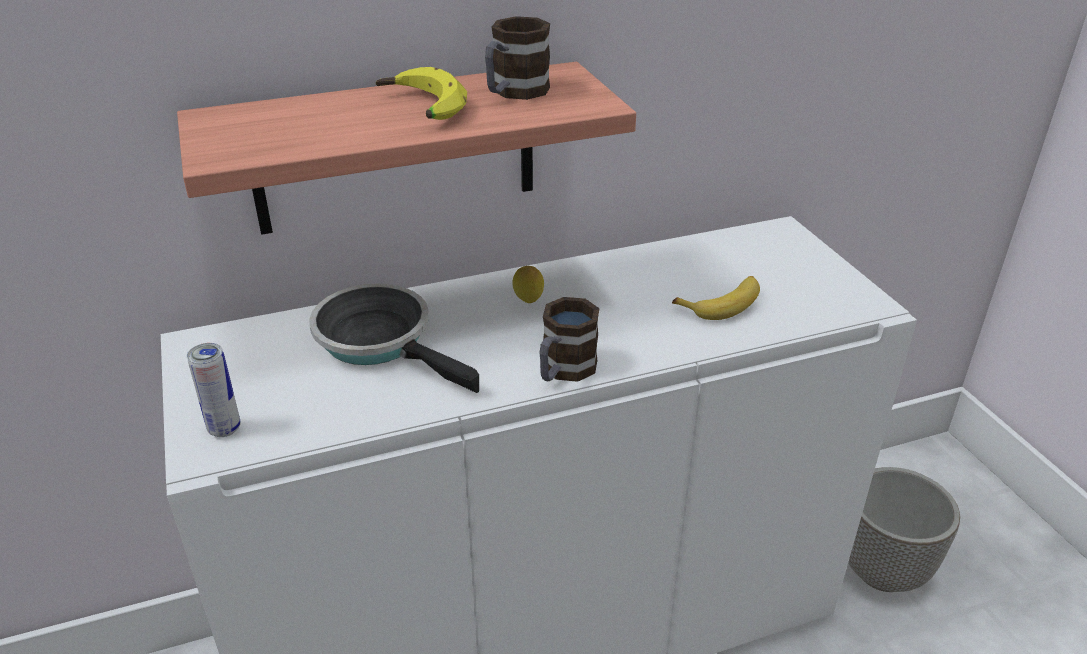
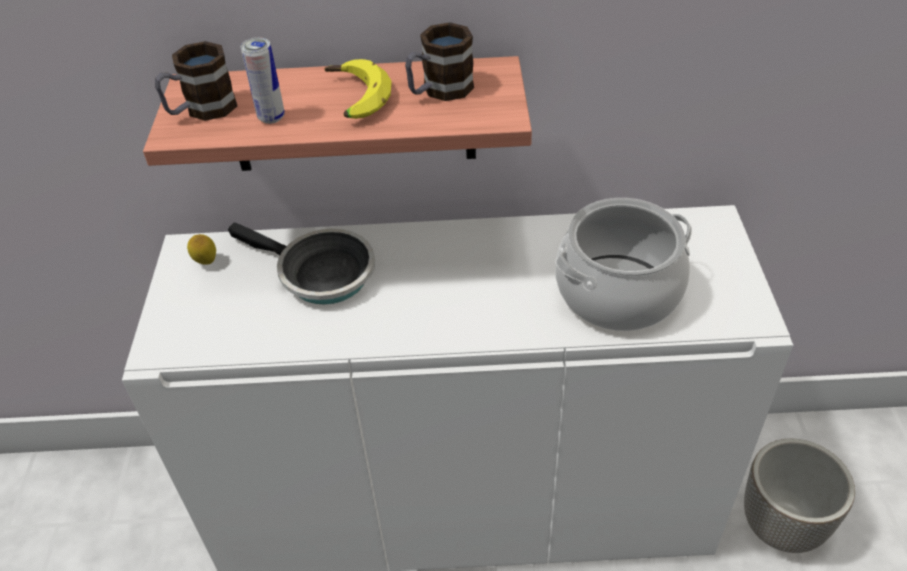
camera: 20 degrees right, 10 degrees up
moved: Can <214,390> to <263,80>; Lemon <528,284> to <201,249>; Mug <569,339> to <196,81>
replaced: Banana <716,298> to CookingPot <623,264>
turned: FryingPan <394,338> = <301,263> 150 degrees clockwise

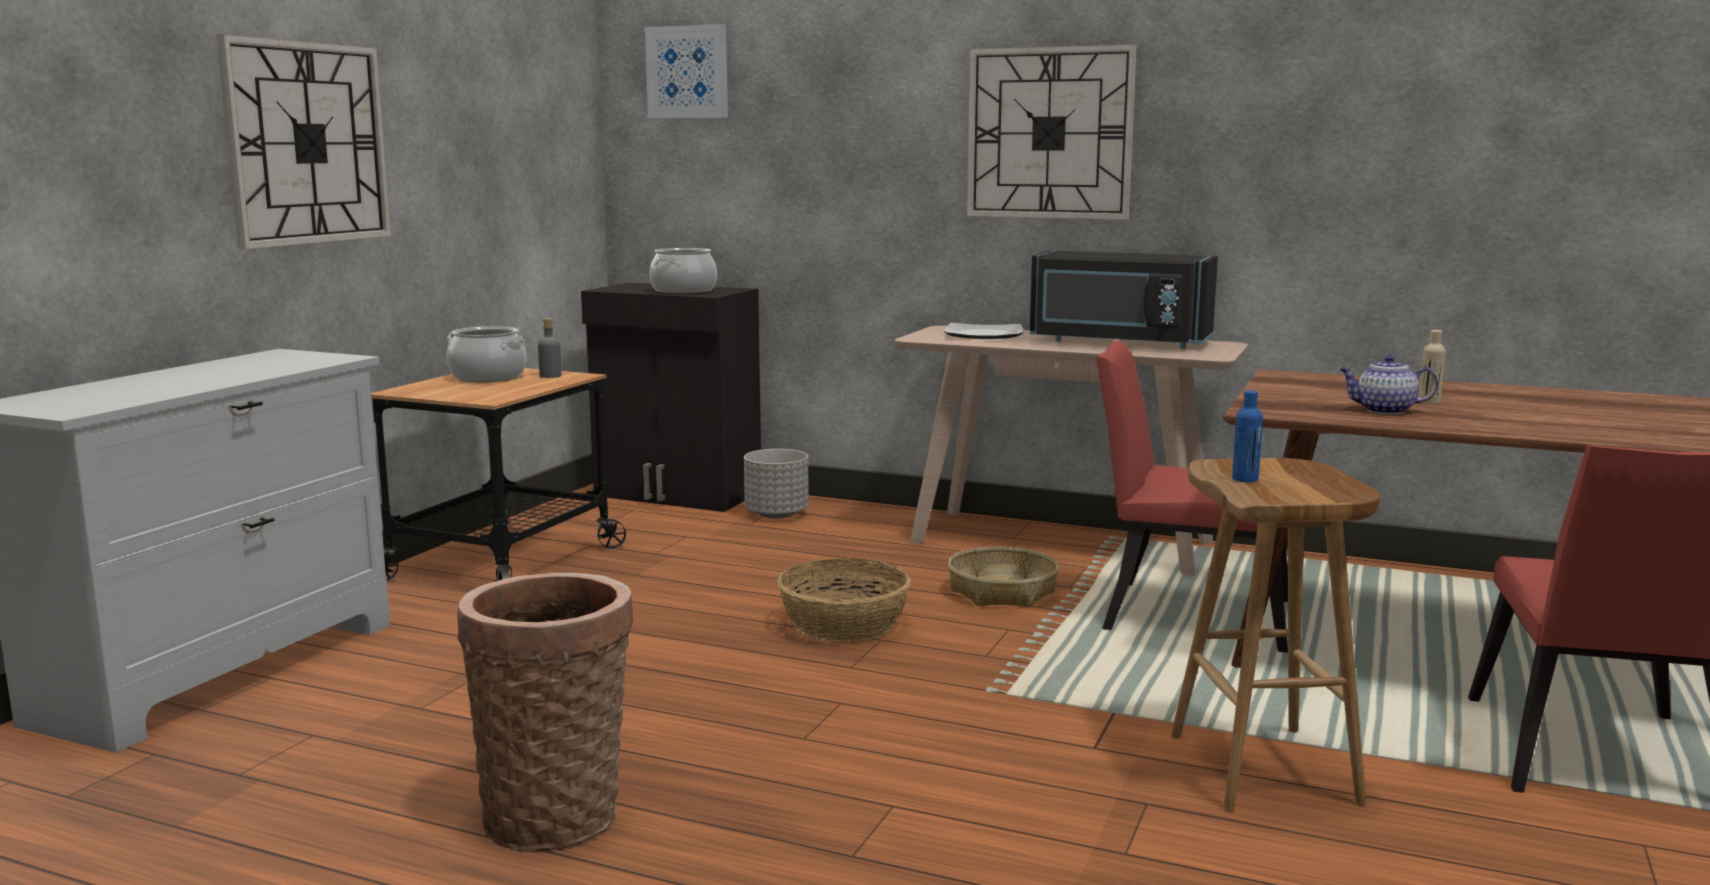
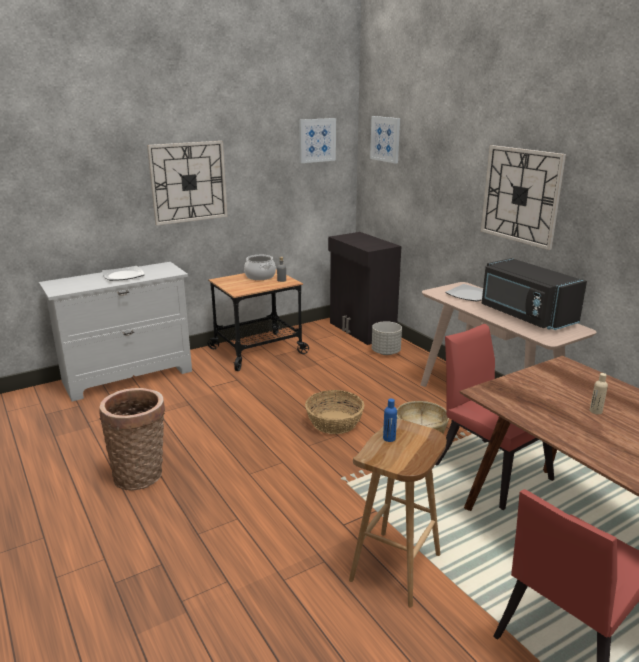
camera: 35 degrees right, 10 degrees up
removed: CookingPot <683,271>; Teapot <1388,384>
added: Plate <123,273>; Picture <317,140>

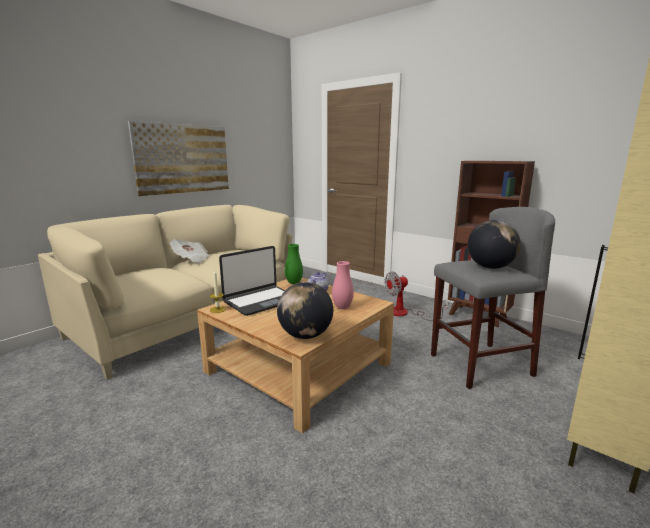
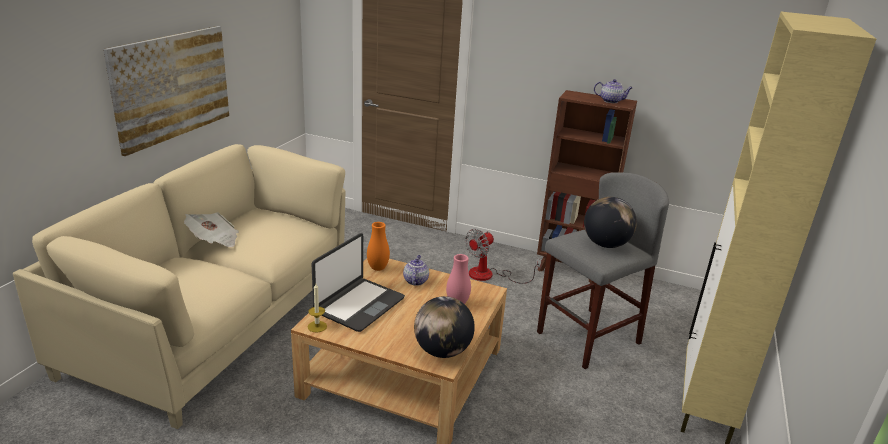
camera: 20 degrees left, 10 degrees up
added: Teapot <613,91>
recoloured: GreenVase <294,264> to OrangeVase <378,246>

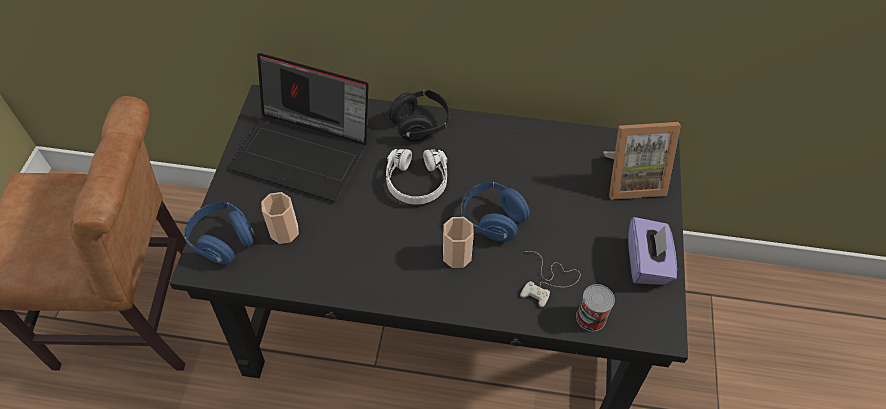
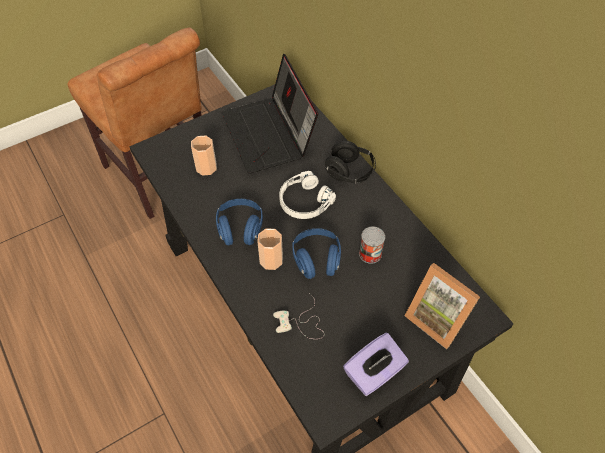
camera: 50 degrees right, 0 degrees up
moved: BlueHeadphones <219,233> to <239,222>; Can <595,307> to <372,245>

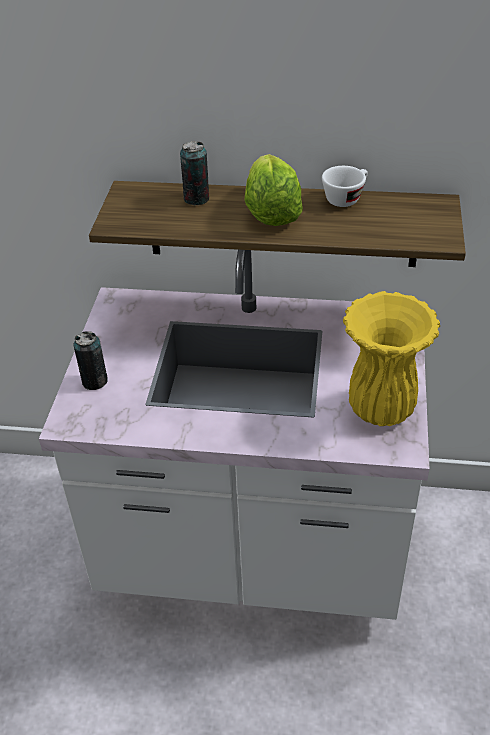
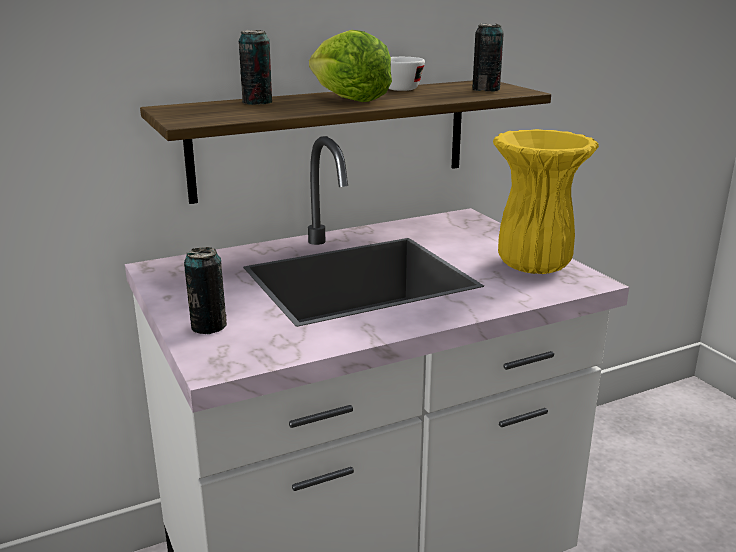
camera: 35 degrees left, 20 degrees down
added: Can <488,58>

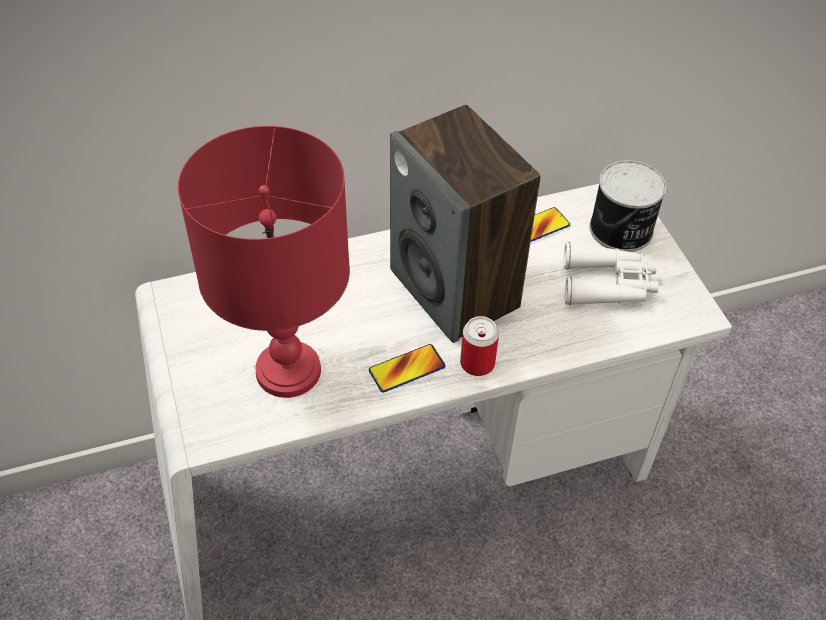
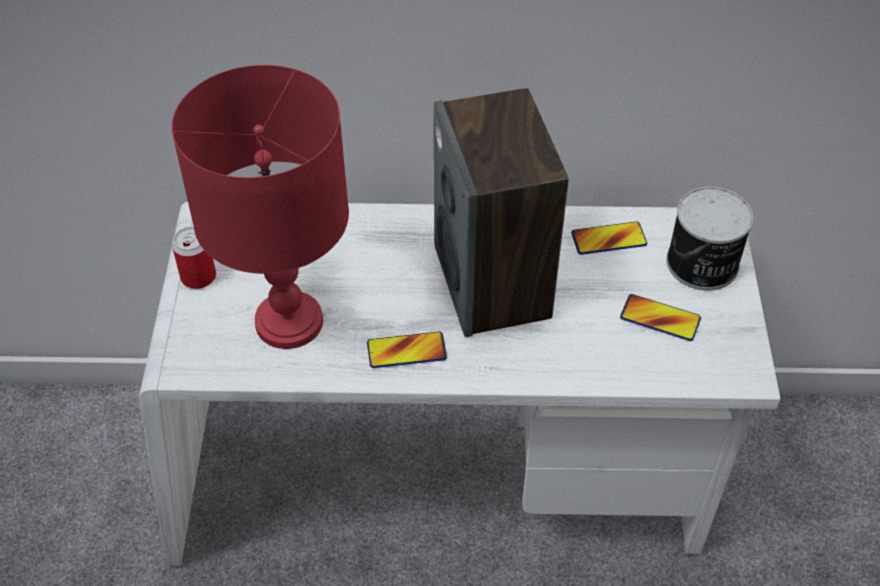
camera: 20 degrees right, 0 degrees up
moved: Can <479,346> to <194,257>
replaced: WhiteBinoculars <611,273> to Phone <660,317>

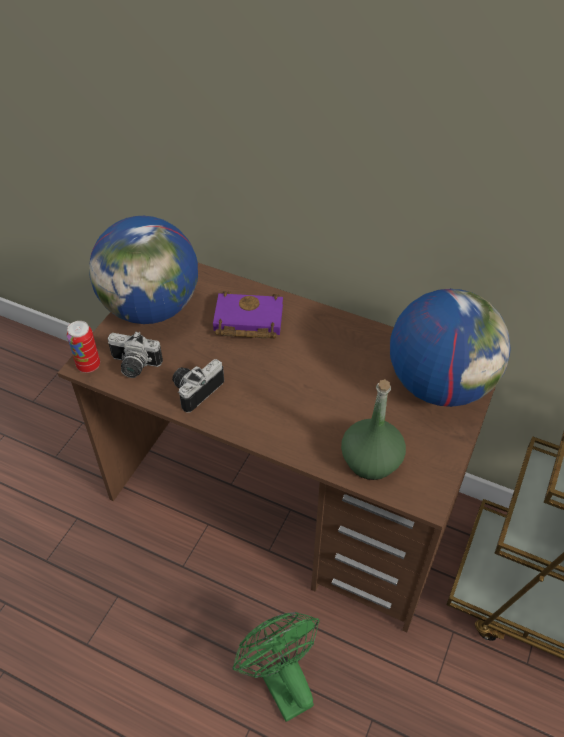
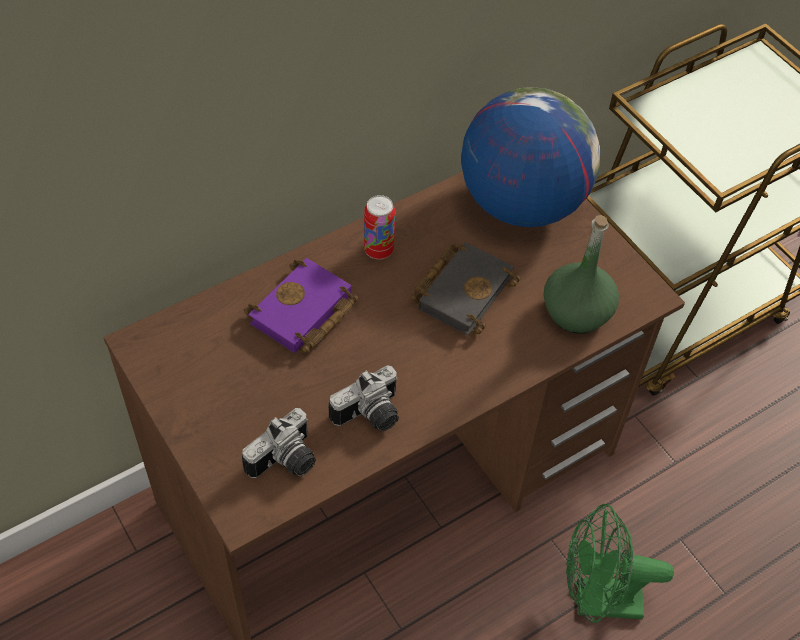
camera: 60 degrees left, 5 degrees up
removed: Globe <143,270>
added: BlackBook <465,288>
moved: Can <83,347> to <379,227>
turned: PhotoCamera <198,385> = <363,398> 105 degrees counterclockwise

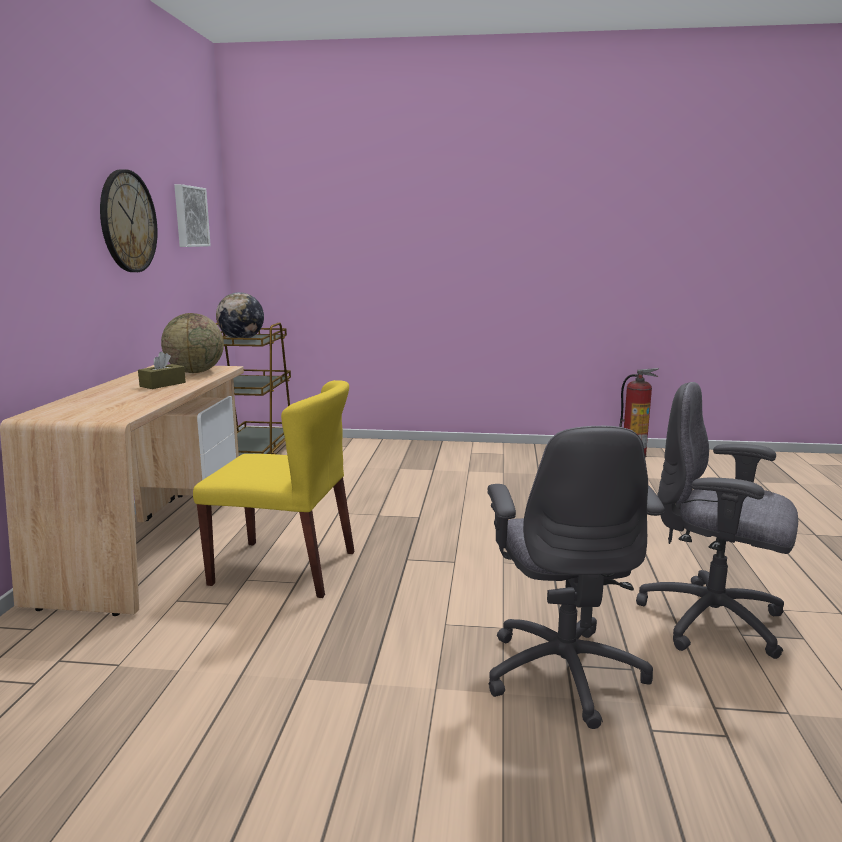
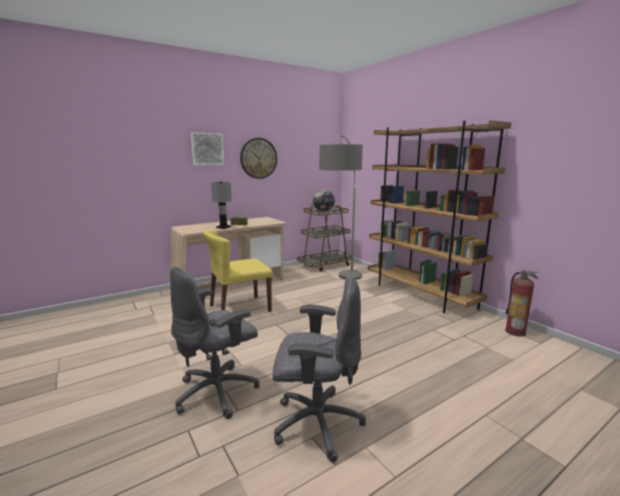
camera: 50 degrees right, 0 degrees up
removed: Globe <192,343>
added: GreyTableLamp <221,205>; FloorLamp <341,207>; BrownBookcase <440,216>
moved: Picture <192,215> to <207,149>
turned: YellowChair <274,489> = <238,271> 90 degrees clockwise; GreyOfficeChair <717,520> = <319,369> 105 degrees clockwise

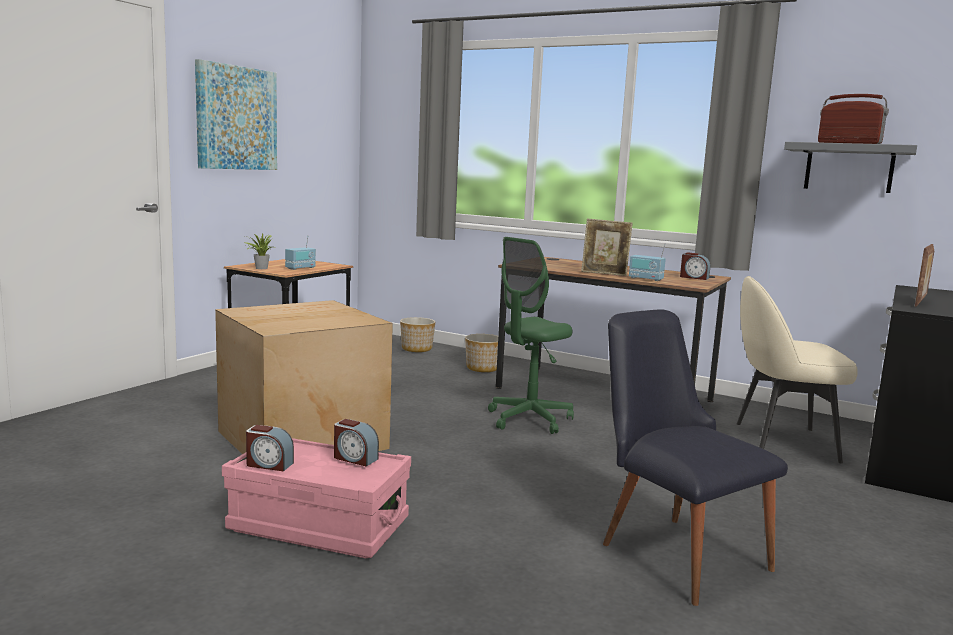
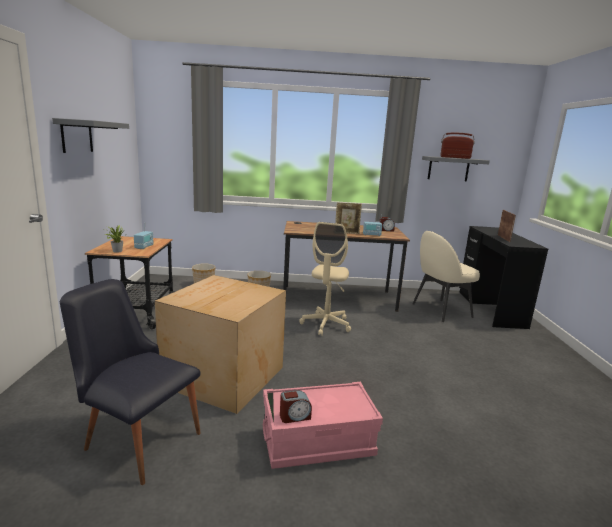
camera: 30 degrees left, 5 degrees up
removed: AlarmClock <356,442>
moved: BlackChair <695,457> to <130,382>
replaced: Picture <236,114> to GreyShelf <90,135>
recoloured: GreenOfficeChair <531,335> to BeigeOfficeChair <325,279>

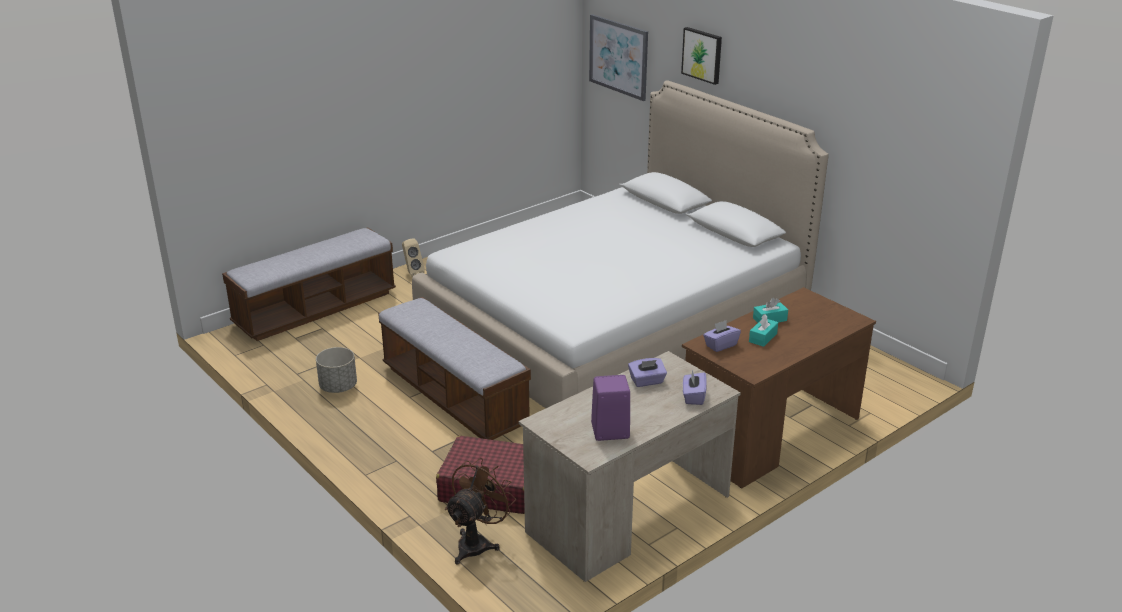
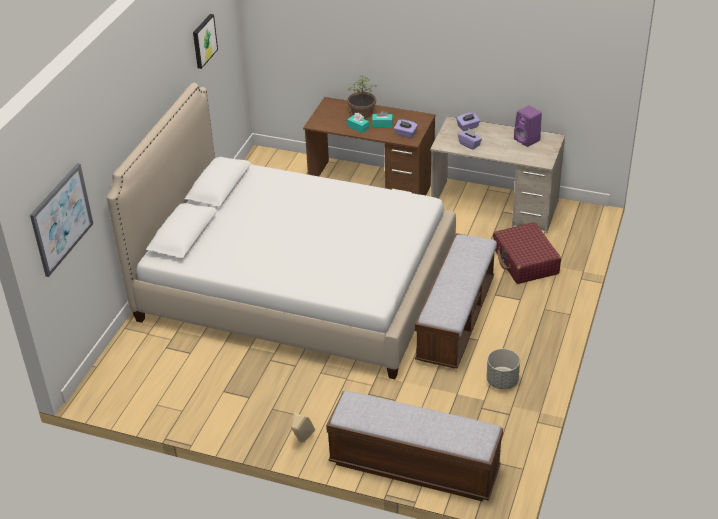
camera: 120 degrees left, 10 degrees up
removed: BrownFan <480,511>
added: PottedPlant <361,97>
moved: Picture <701,56> to <205,41>

